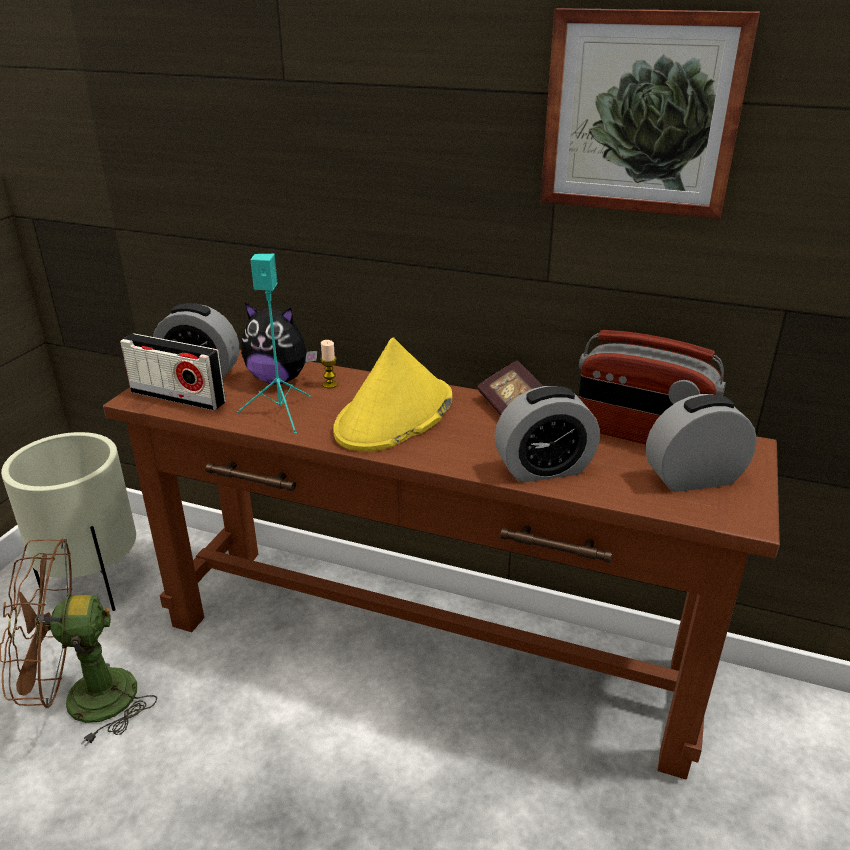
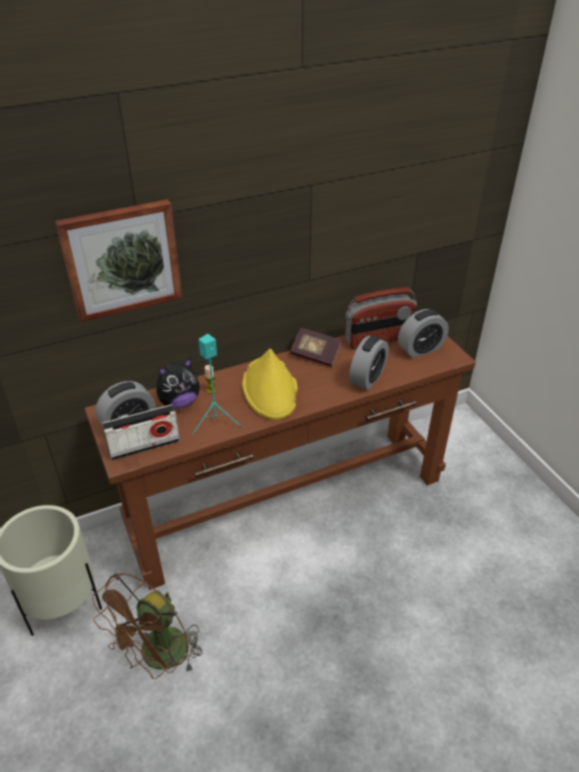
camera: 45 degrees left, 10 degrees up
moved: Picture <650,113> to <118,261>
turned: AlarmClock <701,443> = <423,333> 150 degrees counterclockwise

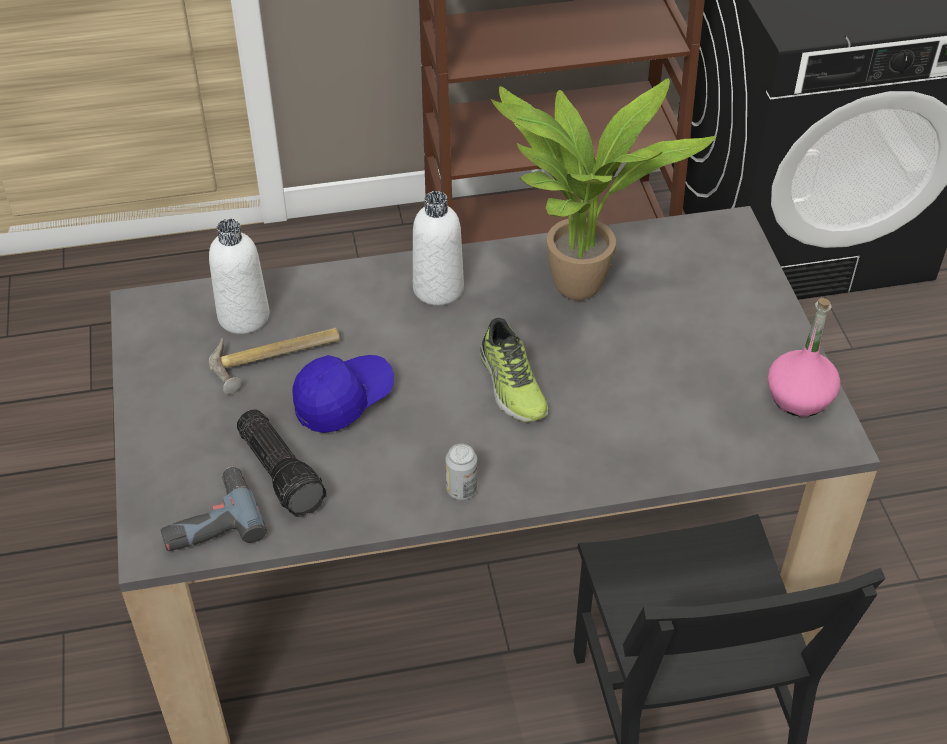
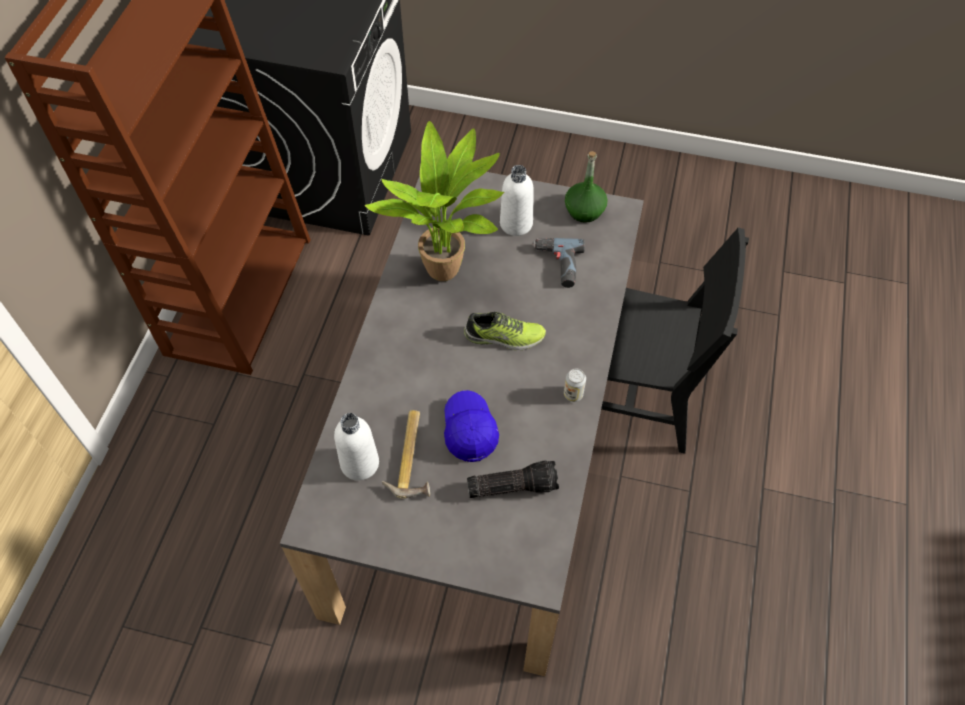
camera: 65 degrees left, 10 degrees up
moved: PowerDrill <214,509> to <558,263>; WhiteBottle <438,248> to <517,200>
recoloured: PinkBottle <804,357> to GreenBottle <586,187>

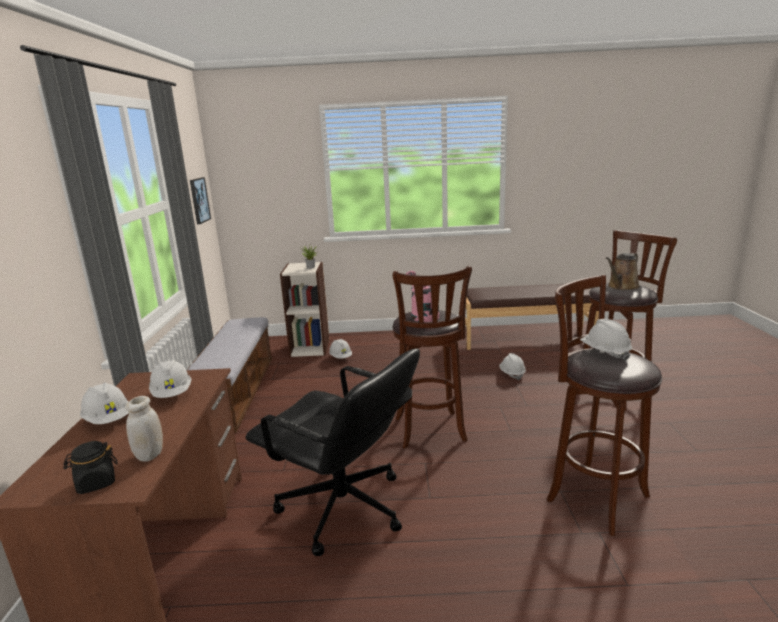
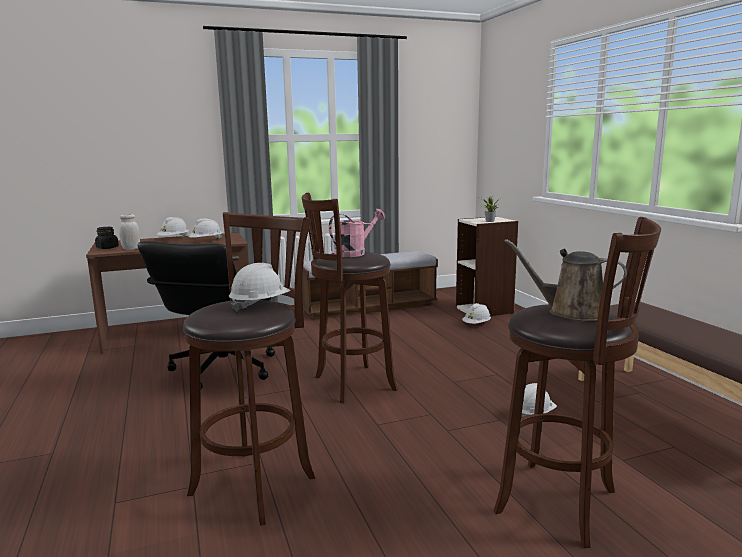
camera: 70 degrees right, 5 degrees down
removed: Picture <200,200>

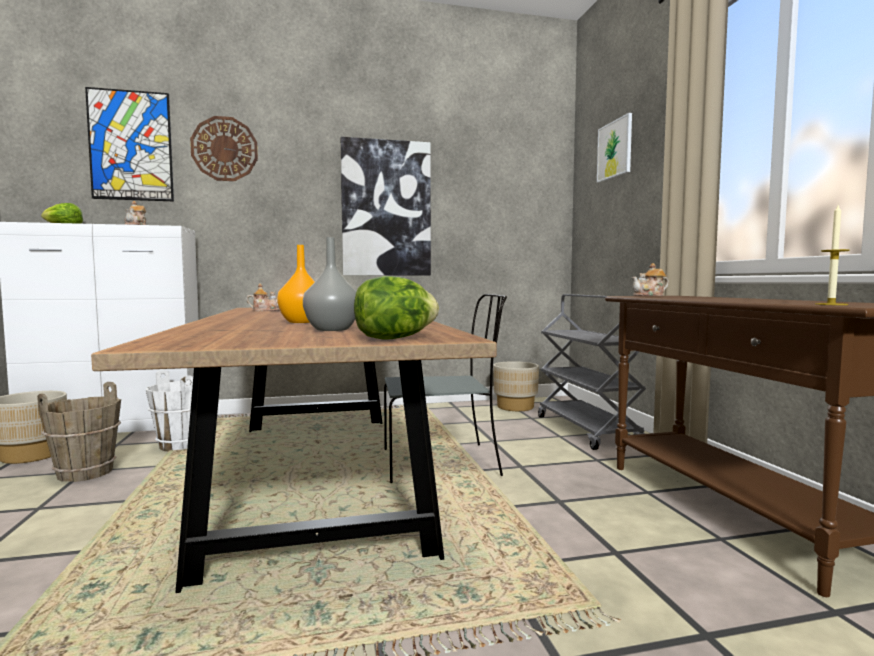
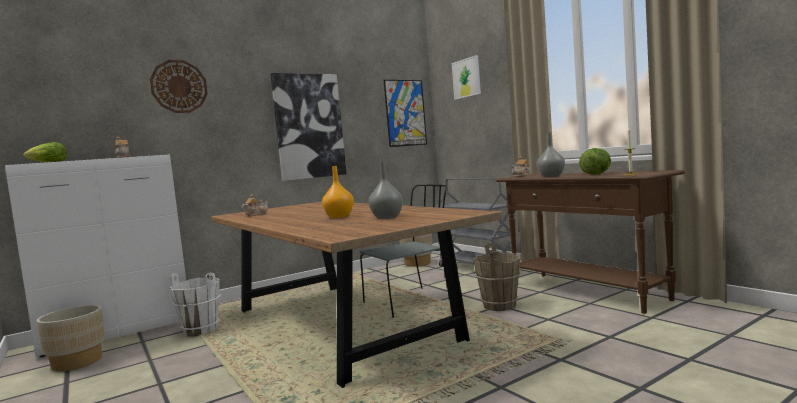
camera: 20 degrees left, 0 degrees up
added: GreyVase <551,155>
moved: BrownBucket <79,432> to <497,277>; Picture <129,144> to <405,113>; Lettuce <396,308> to <595,161>

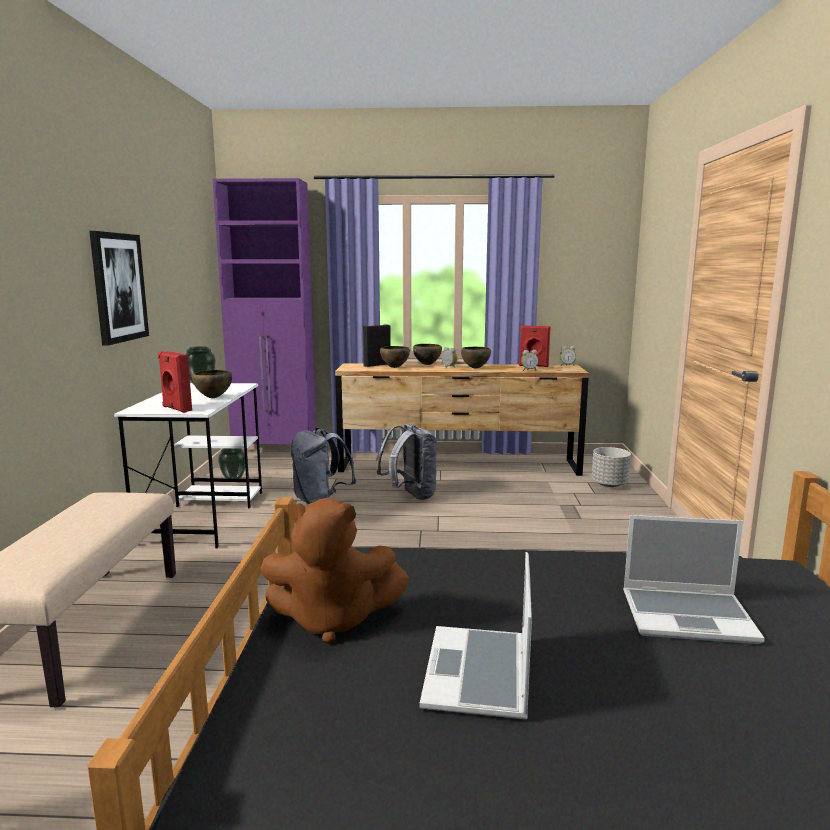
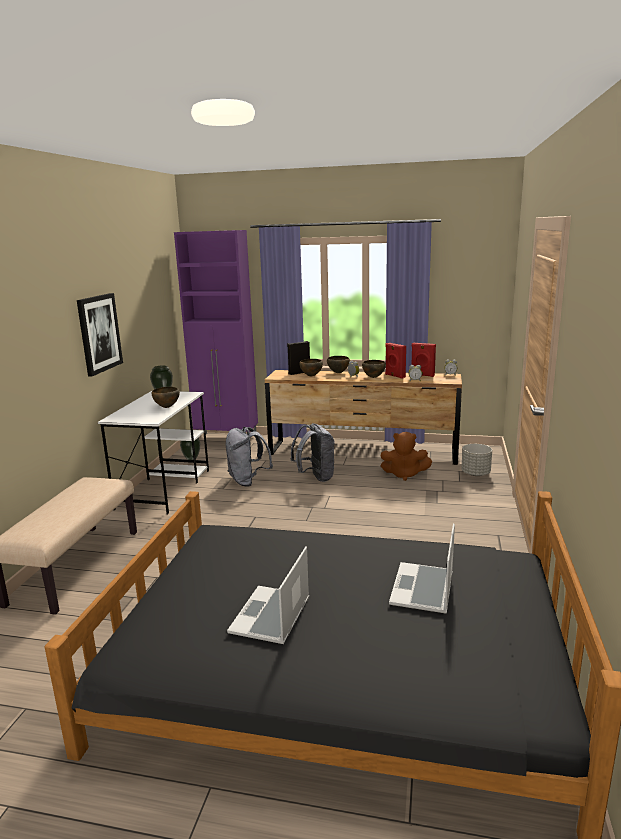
camera: 10 degrees right, 5 degrees up
moved: RedSpeaker <175,382> to <395,361>; BrownPlushToy <334,571> to <406,456>
turned: Laptop <694,579> = <422,568> 90 degrees clockwise

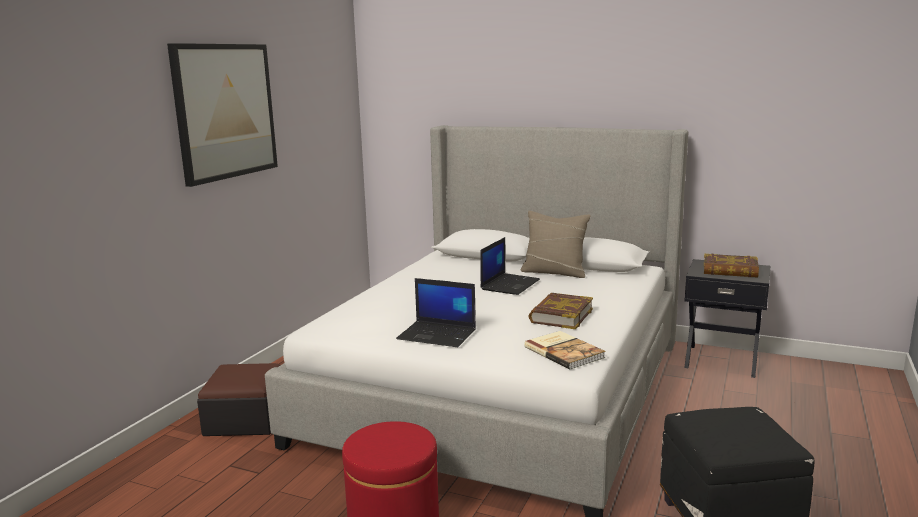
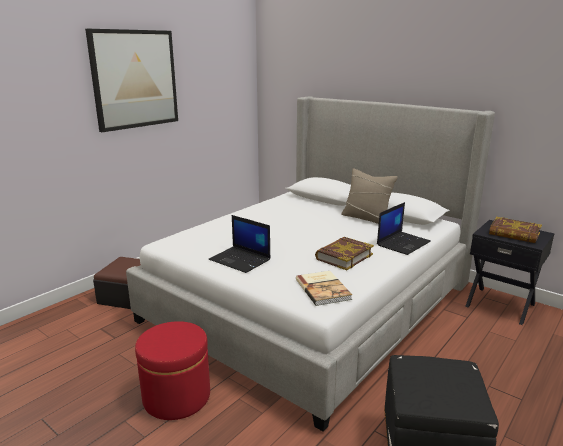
camera: 15 degrees right, 5 degrees up
moved: Laptop <510,266> to <404,228>

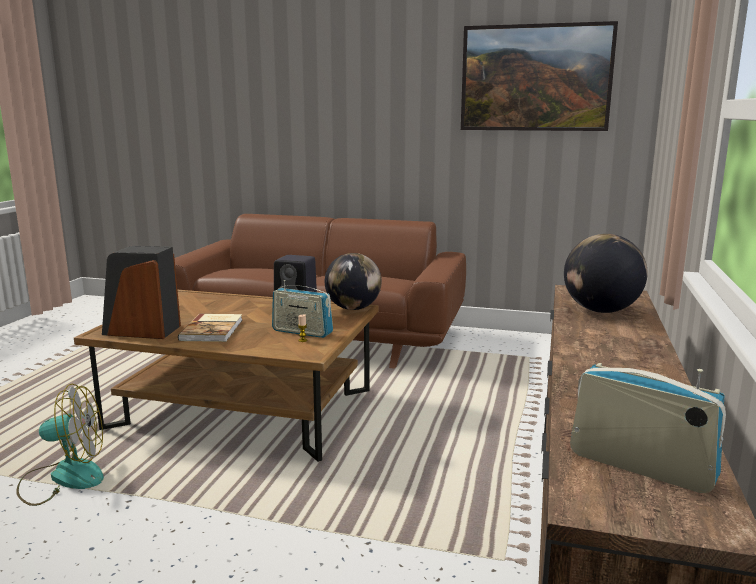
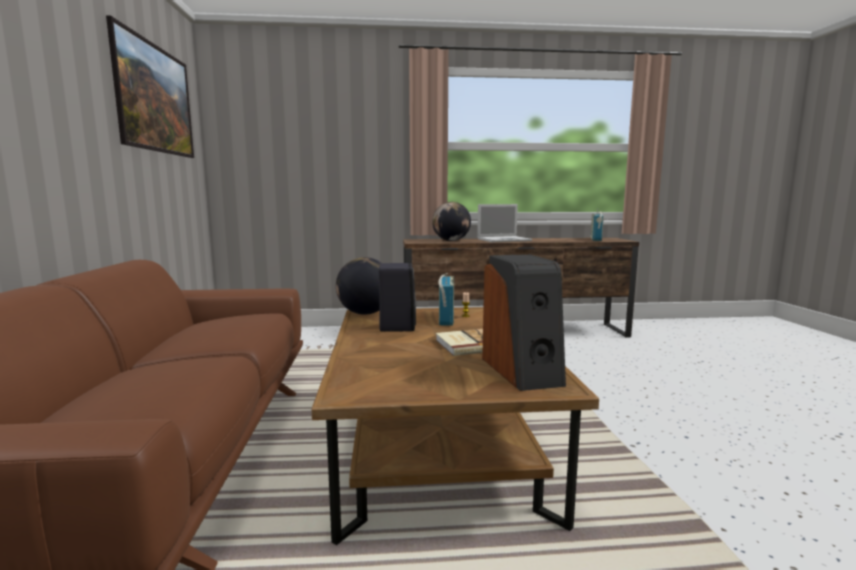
camera: 110 degrees left, 5 degrees down
removed: Fan <60,445>
added: Laptop <504,223>

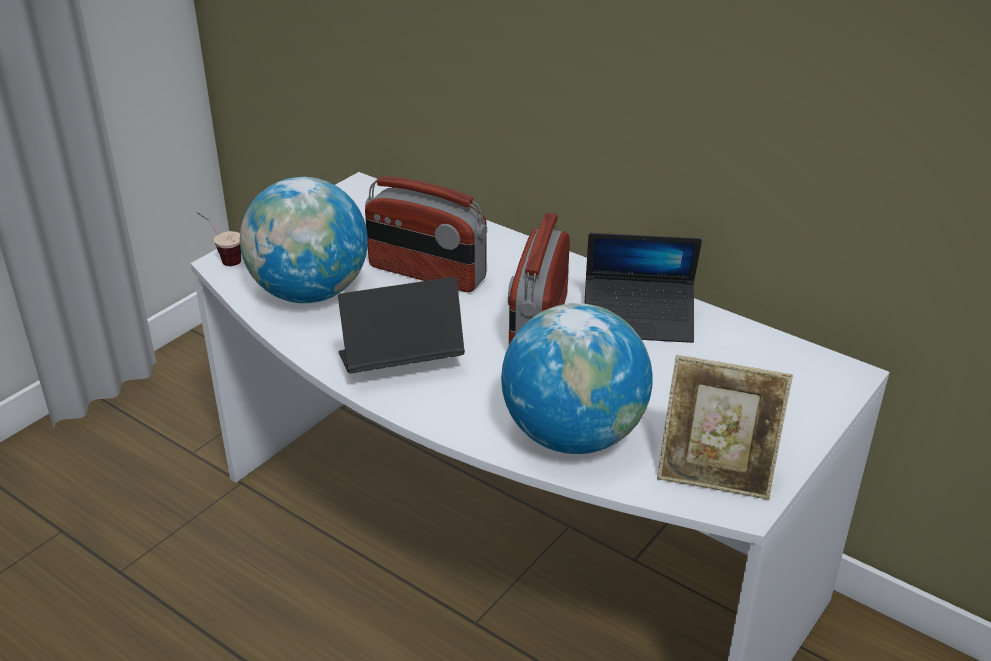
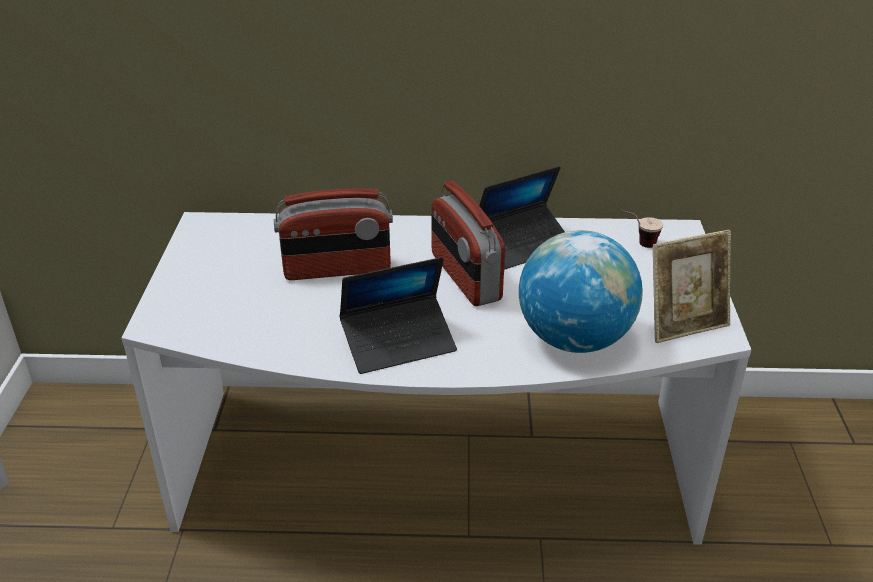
camera: 35 degrees left, 0 degrees up
removed: Globe <304,240>
moved: Cup <219,239> to <642,229>
turned: Laptop <401,325> = <398,315> 150 degrees counterclockwise

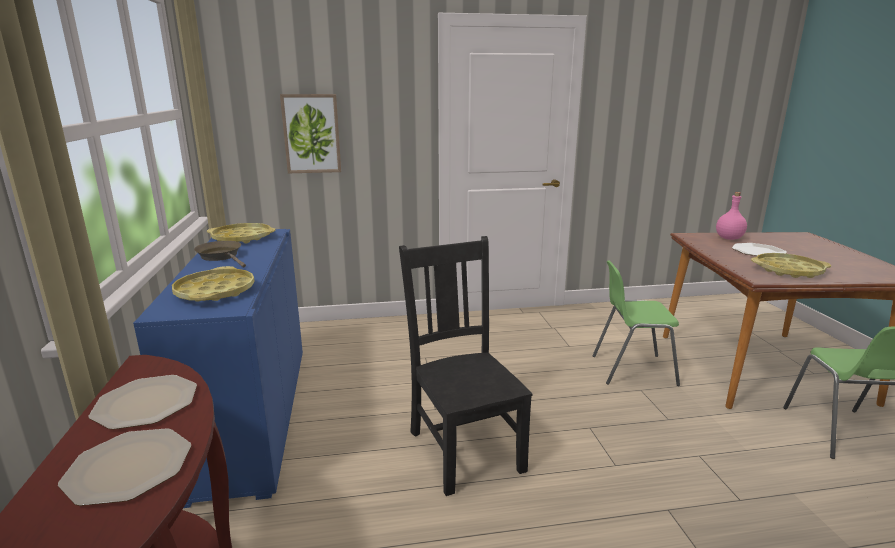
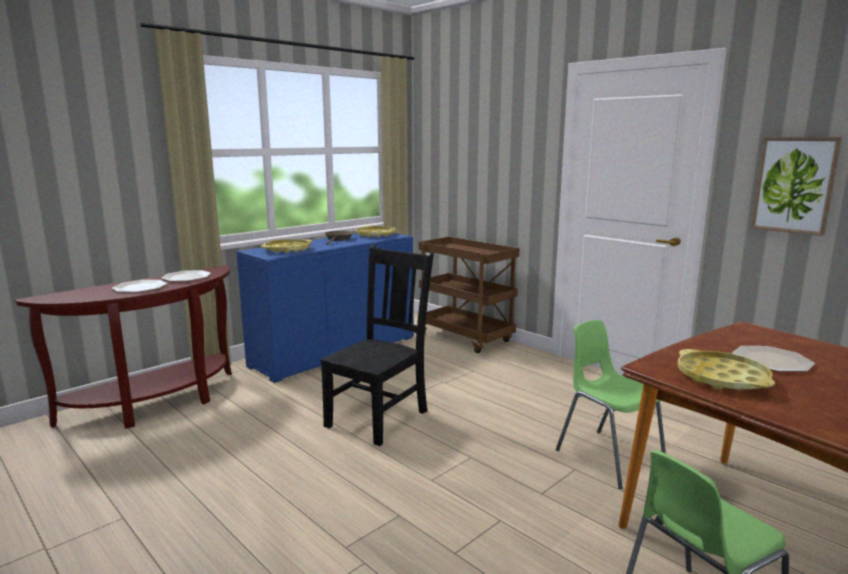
camera: 55 degrees right, 5 degrees down
removed: PinkBottle <731,216>
added: BrownCart <469,295>
moved: Picture <310,133> to <796,186>

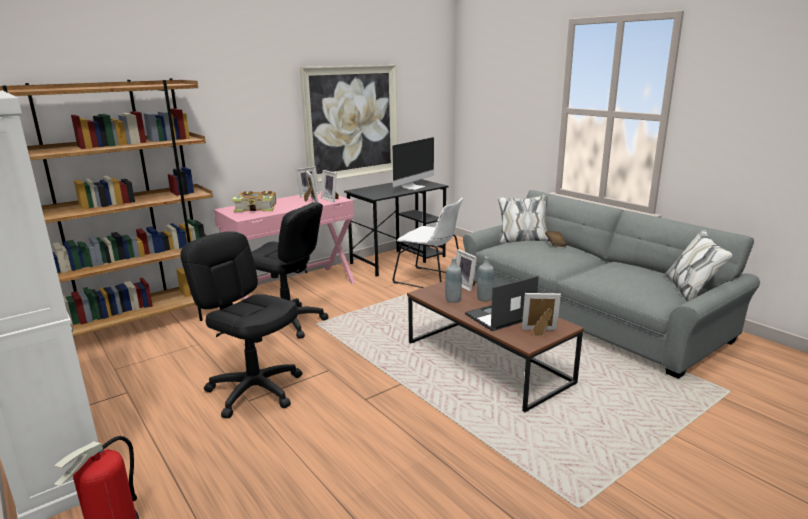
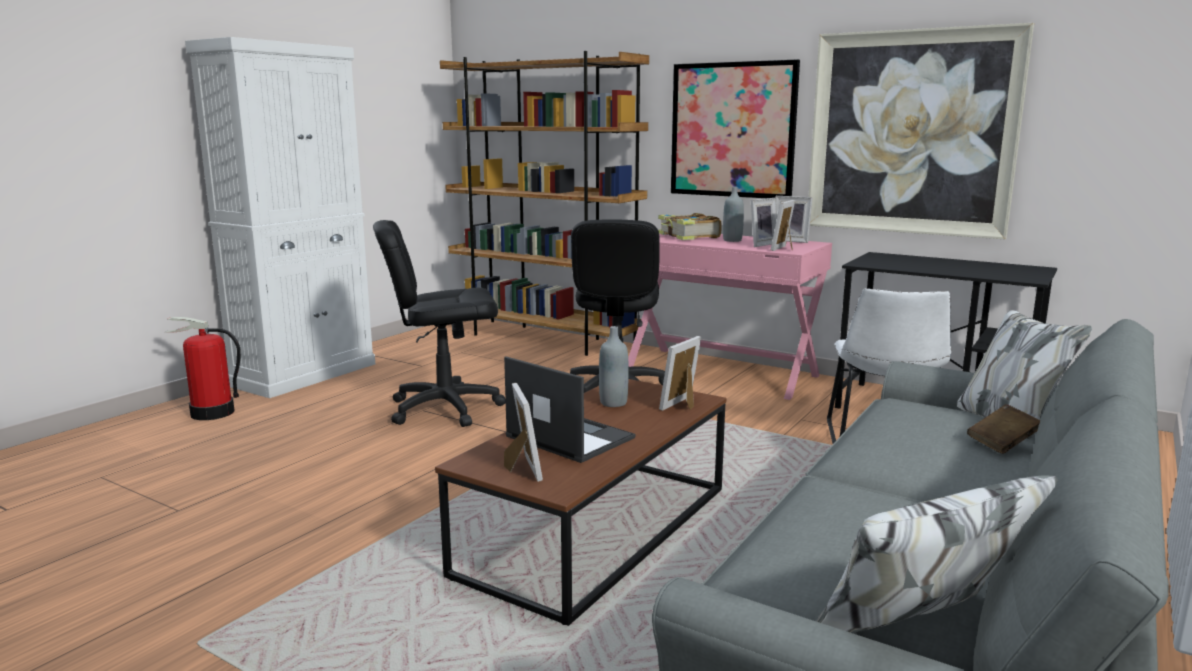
camera: 70 degrees right, 5 degrees down
removed: Monitor <413,163>
added: Picture <735,128>
moved: GreyBottle <485,279> to <733,214>
turned: BlackOfficeChair <241,325> = <439,323> 120 degrees counterclockwise

